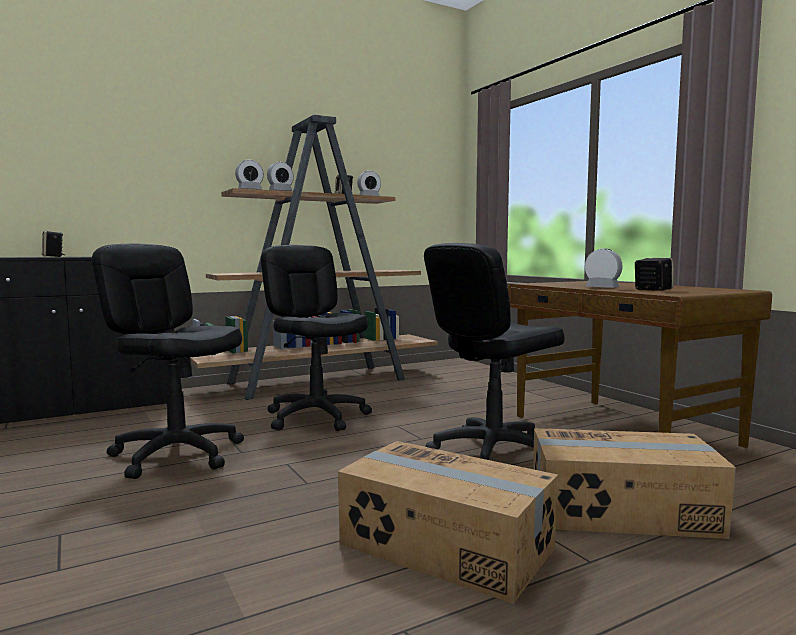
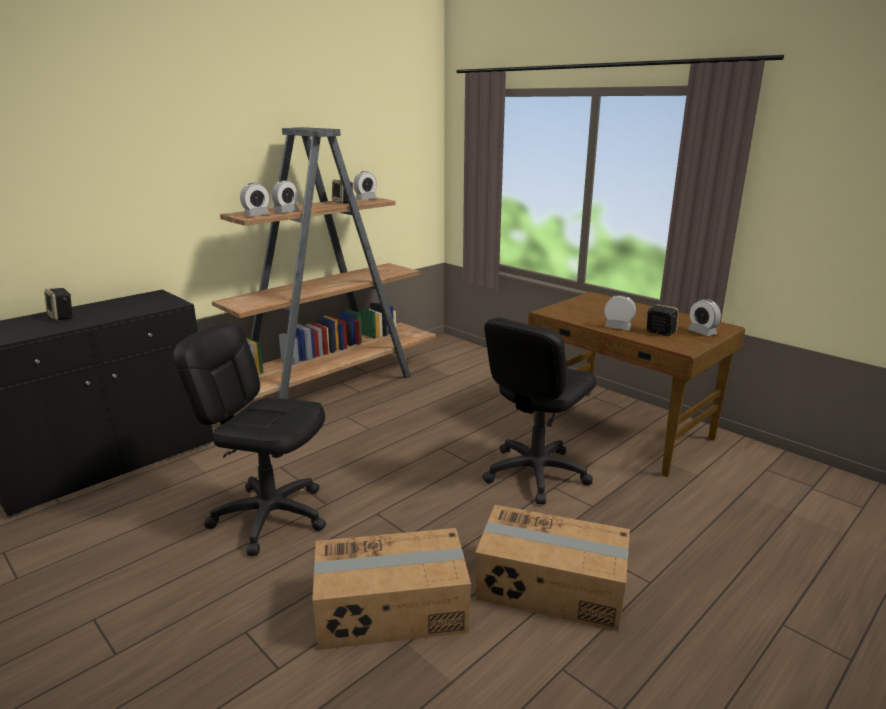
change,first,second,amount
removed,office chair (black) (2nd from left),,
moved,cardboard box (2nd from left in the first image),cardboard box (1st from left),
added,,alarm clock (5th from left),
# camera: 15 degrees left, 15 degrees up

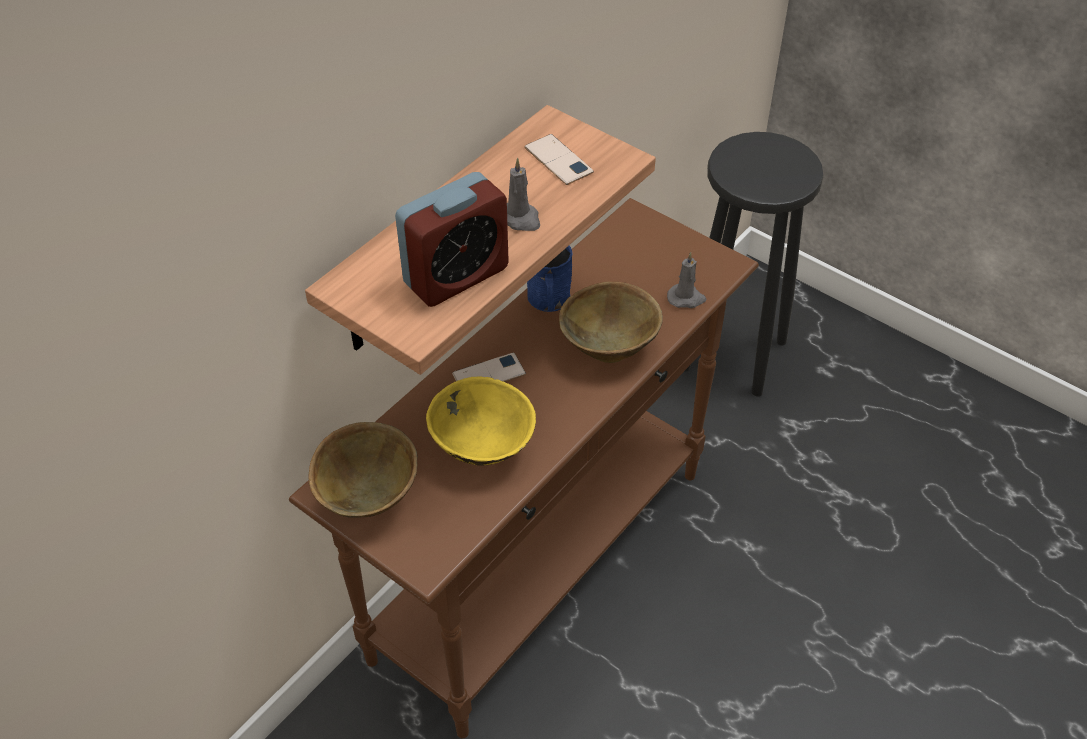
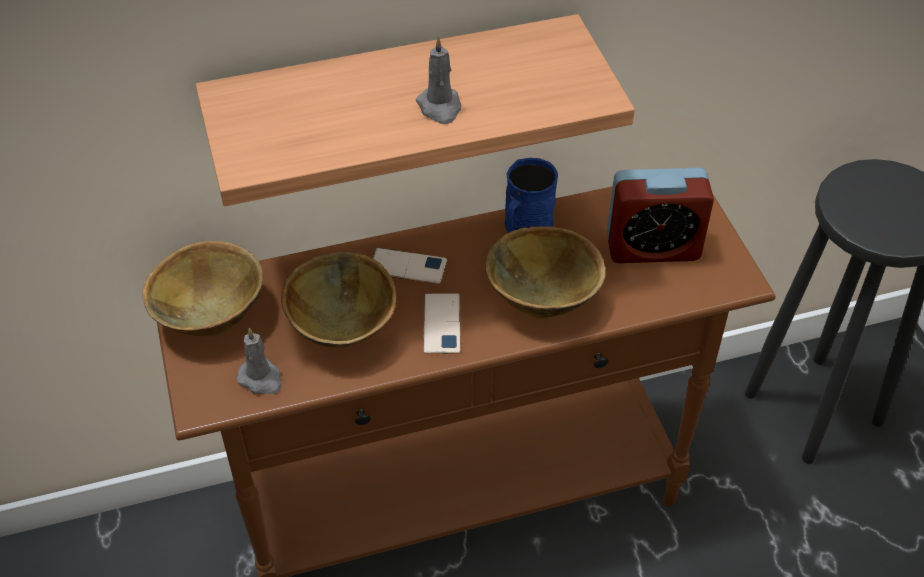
change,first,second,amount
moved,alarm clock,,
recoloured,bowl (yellow),bowl (brown) (2nd from left),
moved,phone (2nd from left),,
moved,candle (grey) (2nd from left in the first image),candle (grey) (1st from left),
# camera: 35 degrees right, 0 degrees up

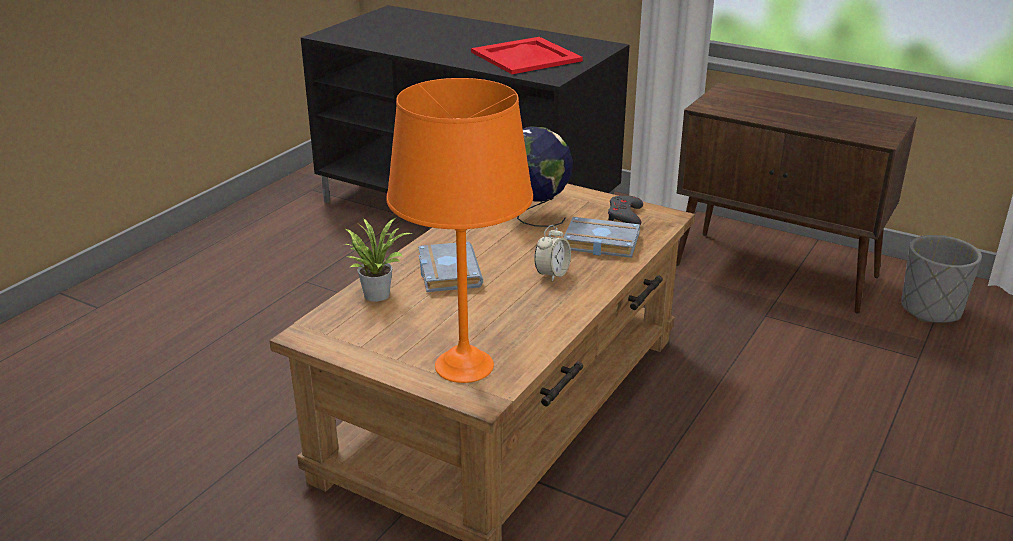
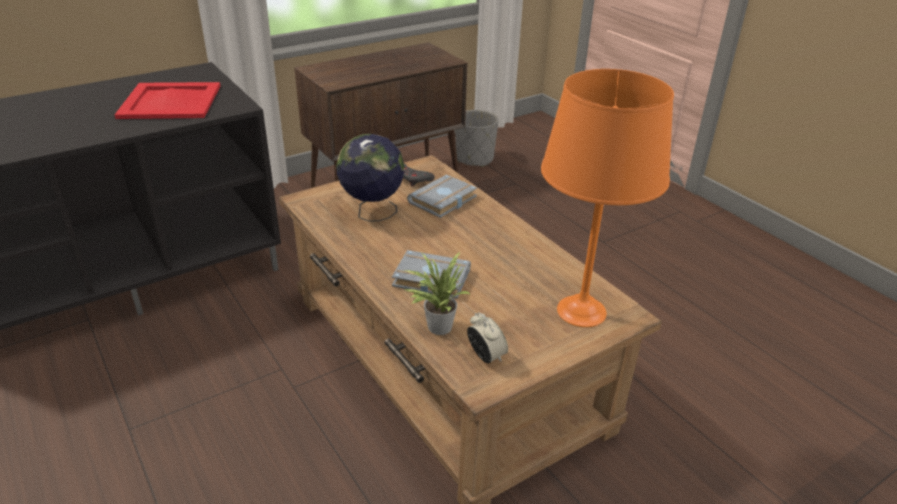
change,first,second,amount
moved,alarm clock,,
# camera: 65 degrees left, 5 degrees up

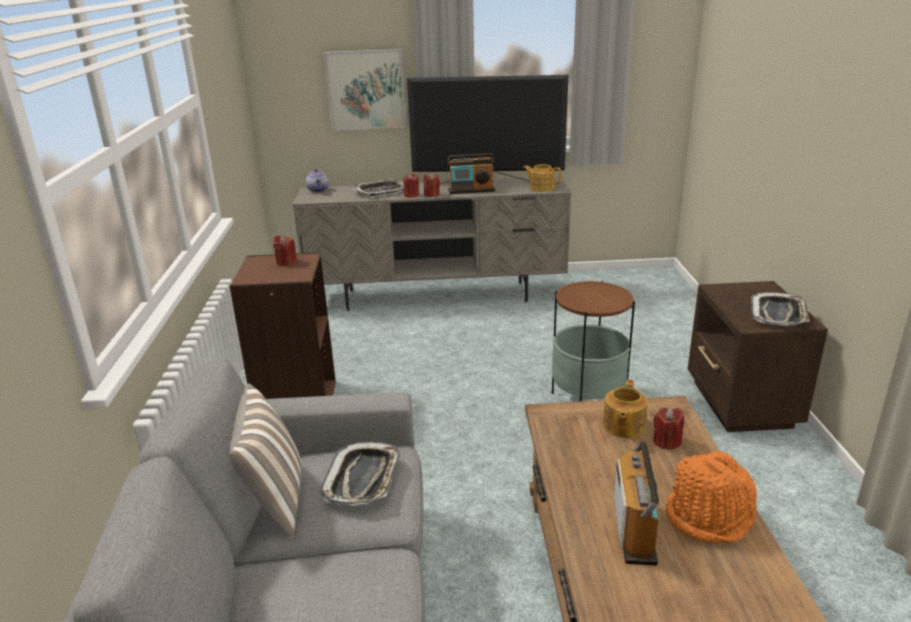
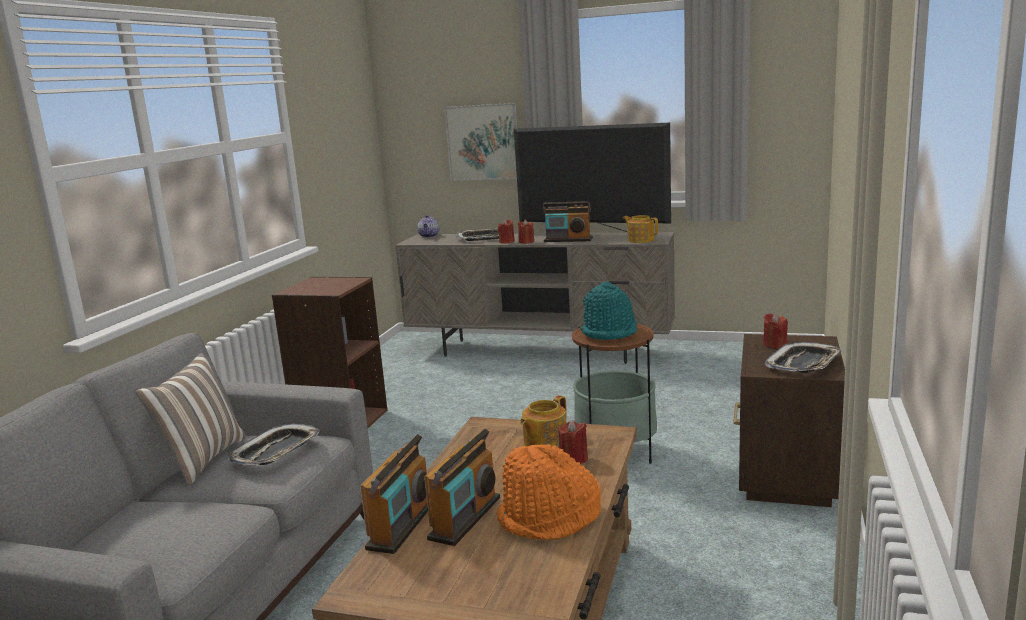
change,first,second,amount
moved,candle (red) (1st from left in the first image),candle (red) (4th from left),
added,,radio (1st from left),
added,,hat (turquoise),
# camera: 20 degrees right, 10 degrees down

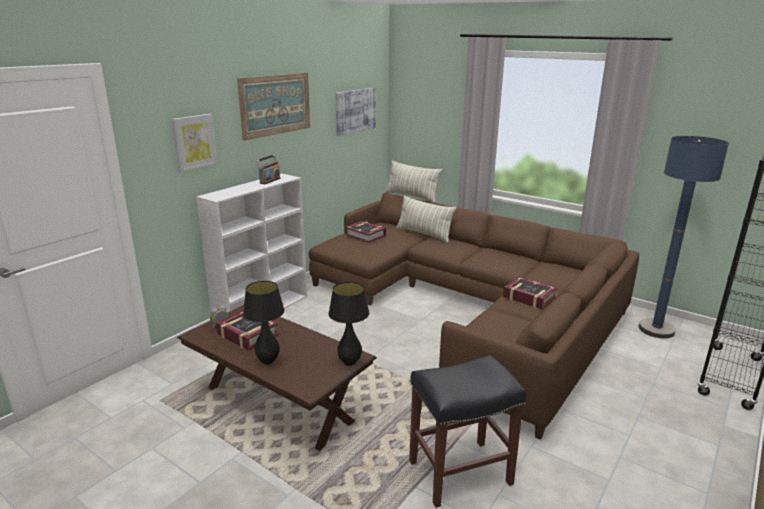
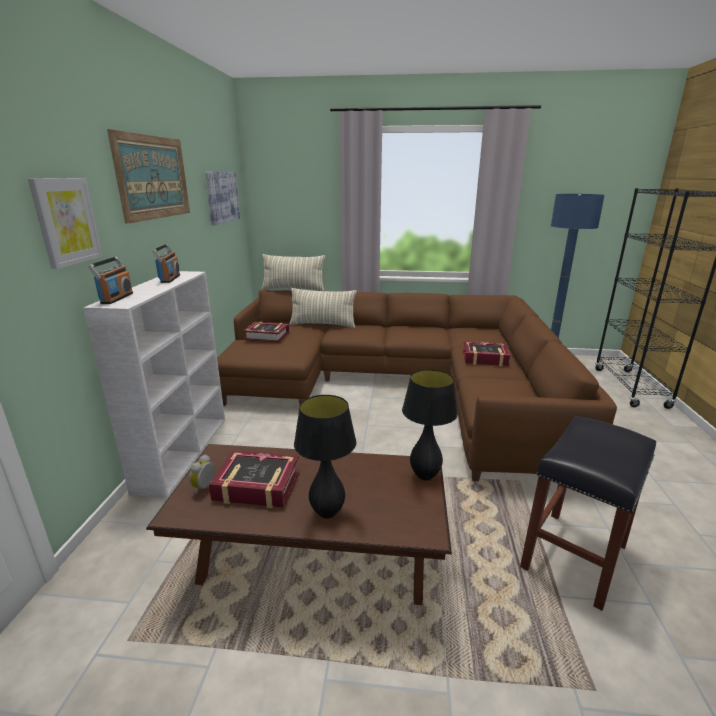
change,first,second,amount
added,,radio (1st from left),
# camera: 30 degrees left, 0 degrees up

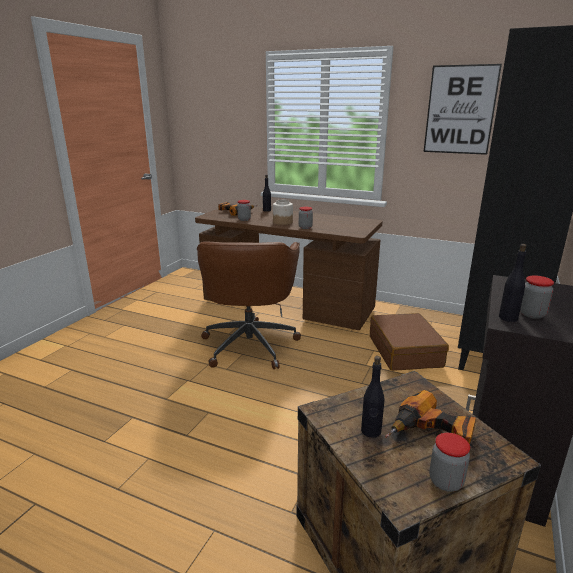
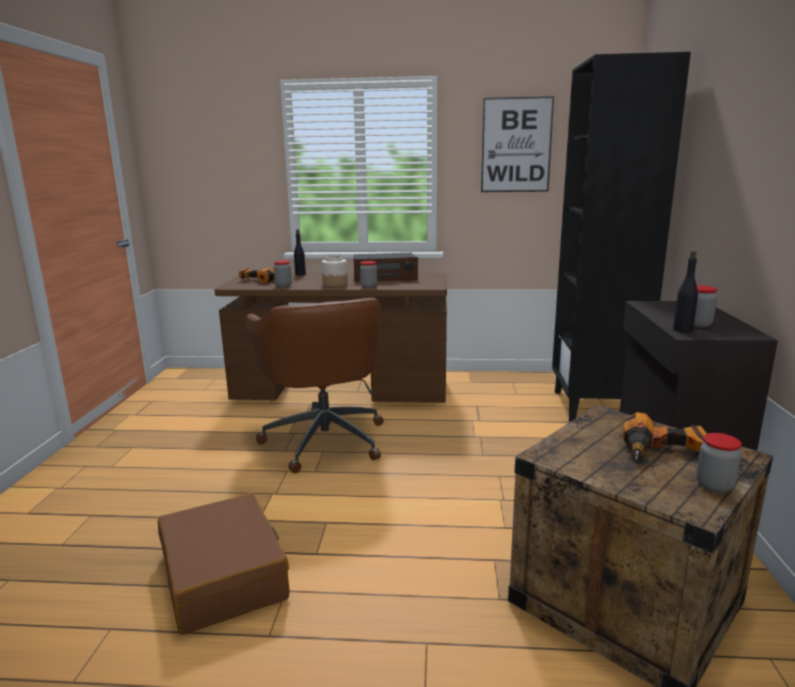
change,first,second,amount
removed,bottle (black) (2nd from left),,
moved,suitcase (brown),,
added,,radio,
# camera: 20 degrees left, 5 degrees down

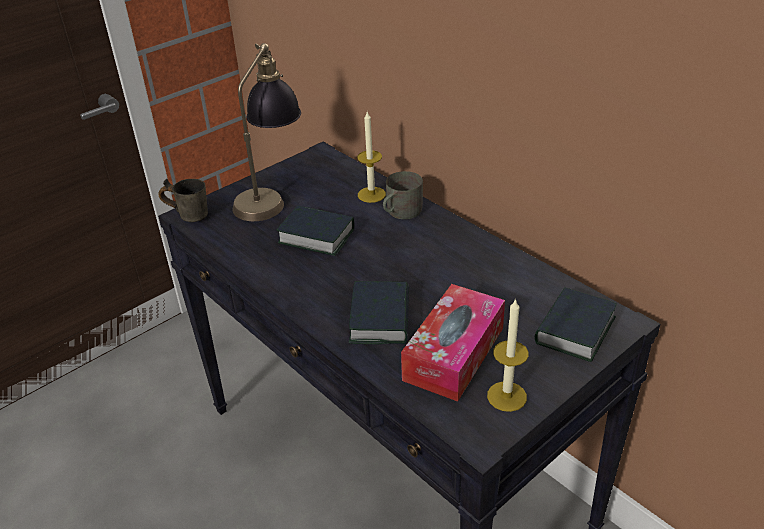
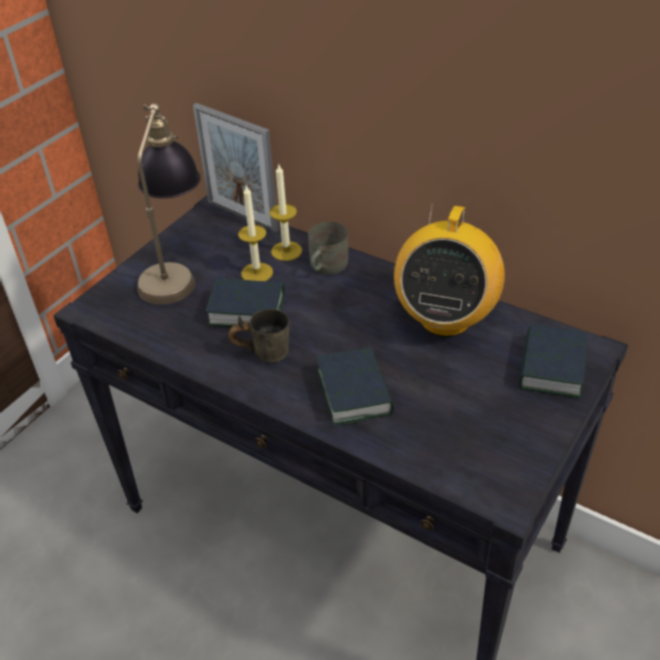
change,first,second,amount
moved,mug (grey) (1st from left),,
removed,tissue box,,
moved,candle (2nd from left in the first image),candle (1st from left),
added,,picture frame,
added,,radio,
# camera: 15 degrees left, 5 degrees up

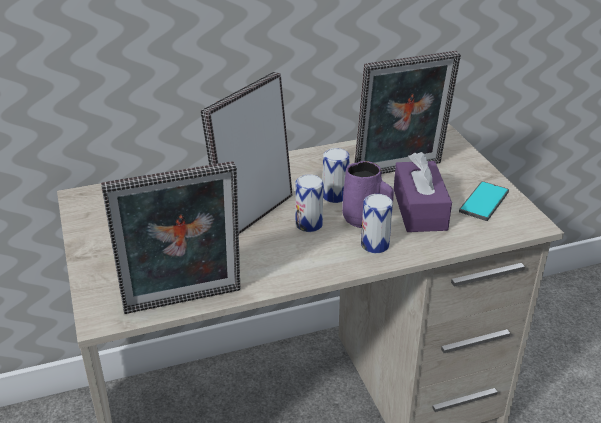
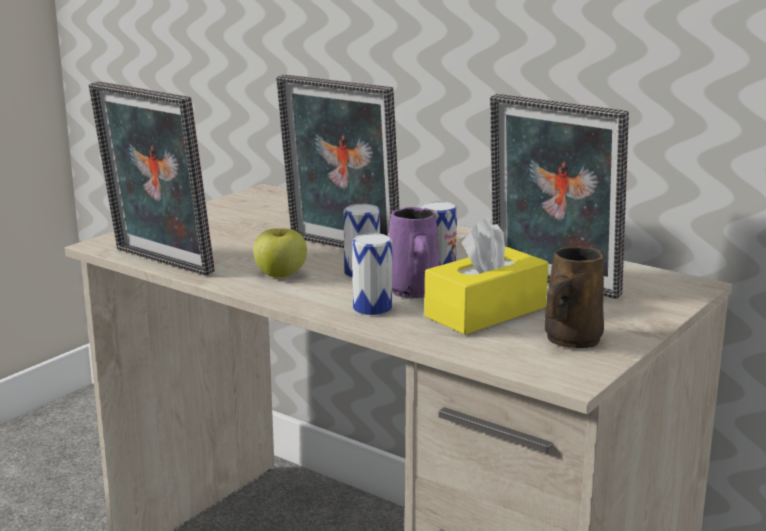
change,first,second,amount
turned,picture frame (2nd from left),,150 degrees counterclockwise
recoloured,tissue box (purple),tissue box (yellow),
replaced,phone,mug (brown),
added,,apple,
# camera: 55 degrees right, 15 degrees down

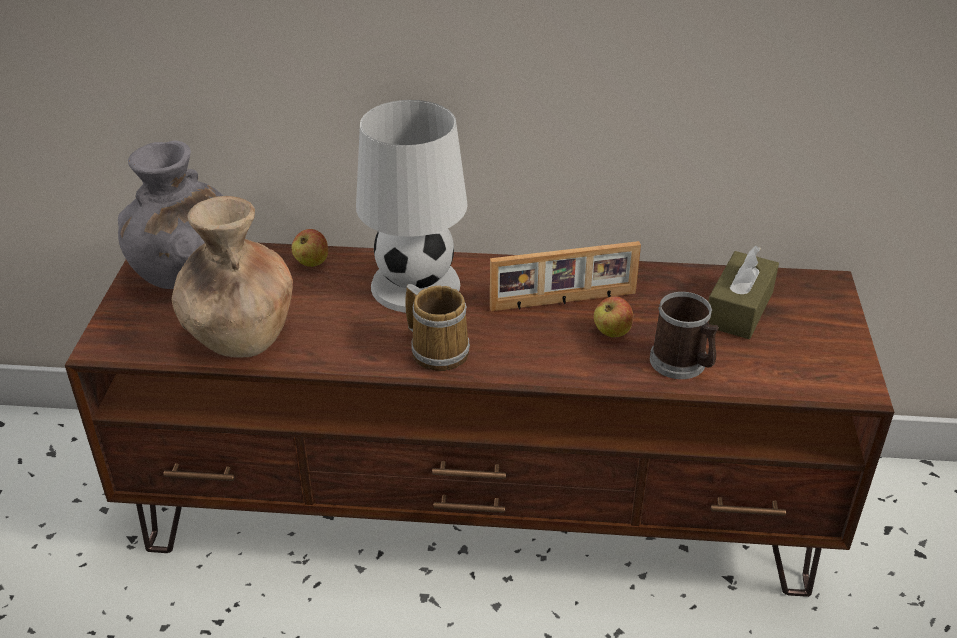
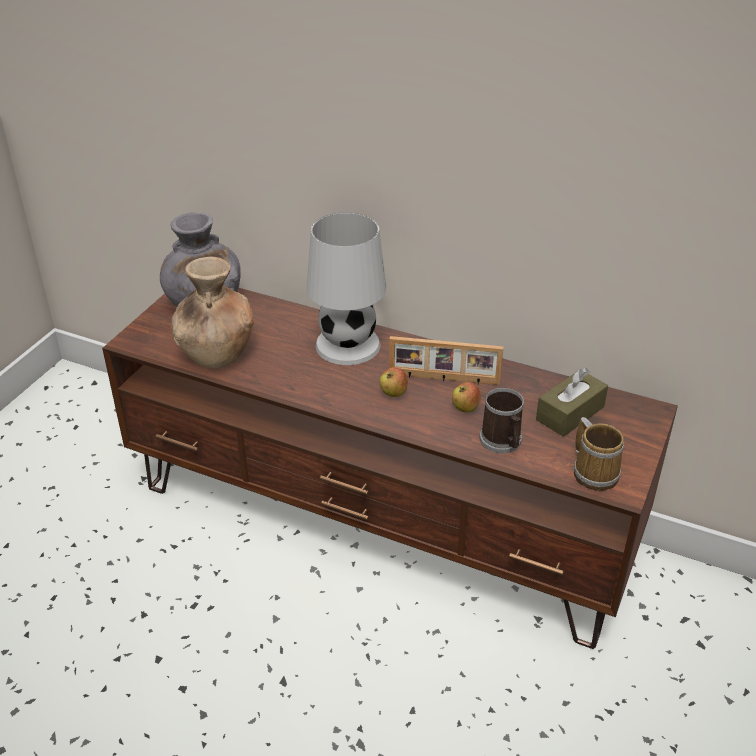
change,first,second,amount
moved,apple (1st from left),,
moved,mug (1st from left in the first image),mug (2nd from left),
# camera: 20 degrees right, 0 degrees up

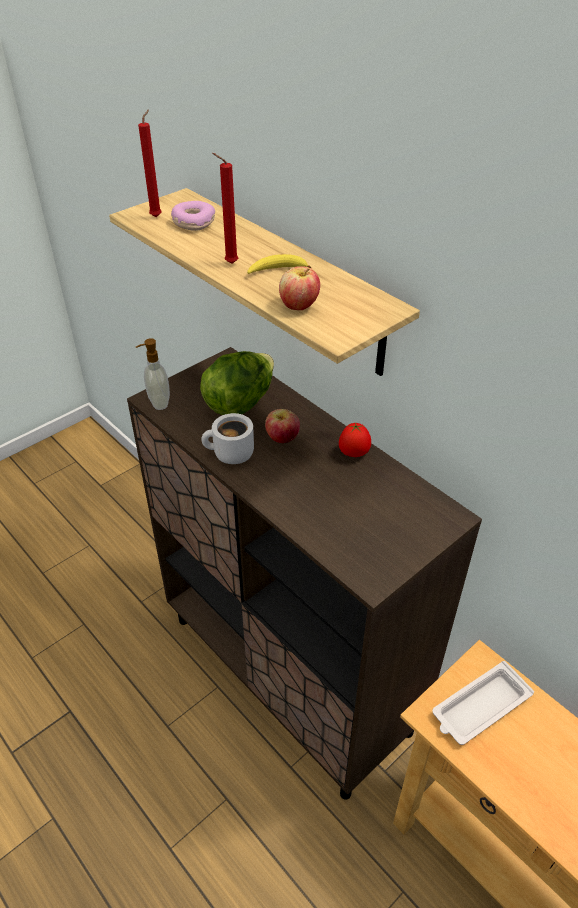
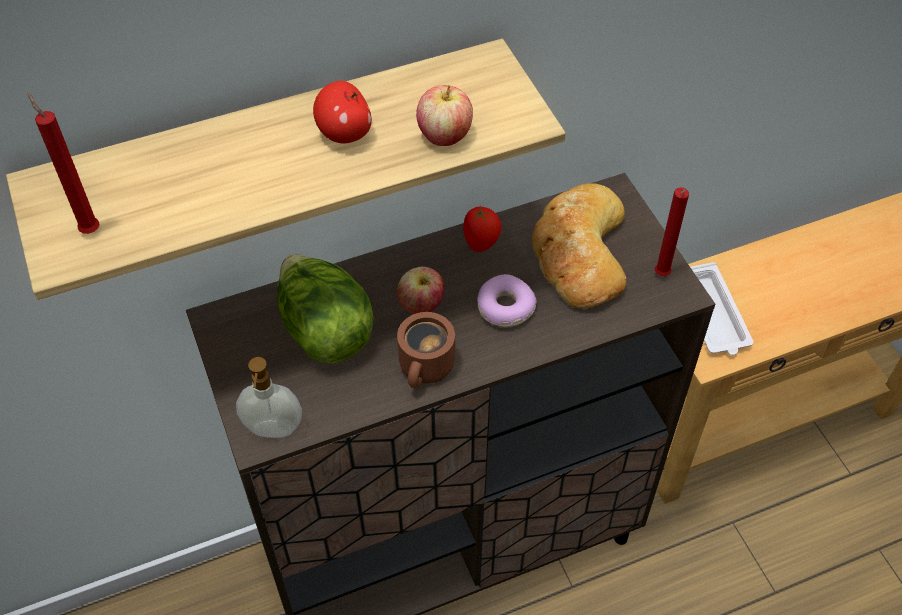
change,first,second,amount
moved,donut,,
recoloured,mug (white),mug (brown),
moved,candle (red) (2nd from left),,
replaced,banana,apple (1st from left),
added,,bread,
# camera: 70 degrees left, 10 degrees up

